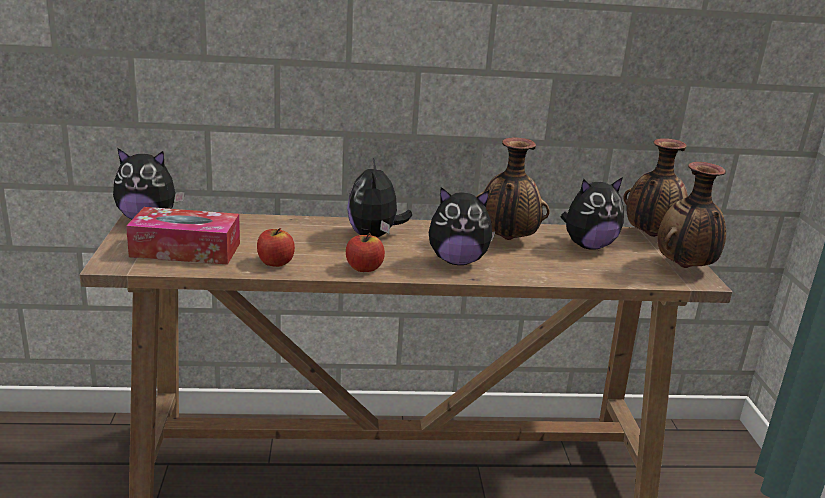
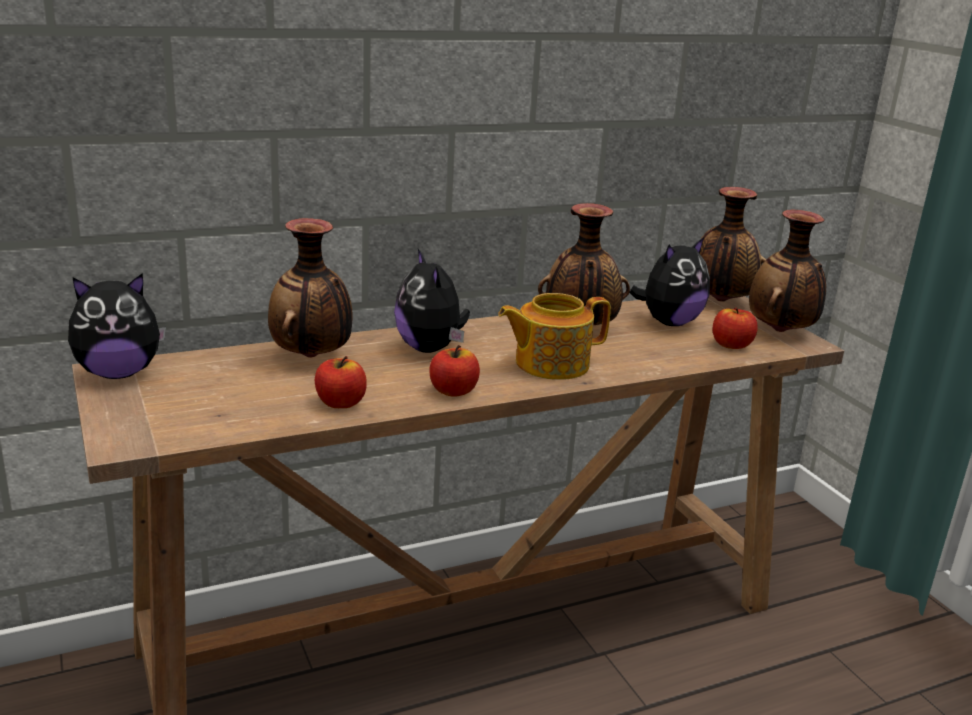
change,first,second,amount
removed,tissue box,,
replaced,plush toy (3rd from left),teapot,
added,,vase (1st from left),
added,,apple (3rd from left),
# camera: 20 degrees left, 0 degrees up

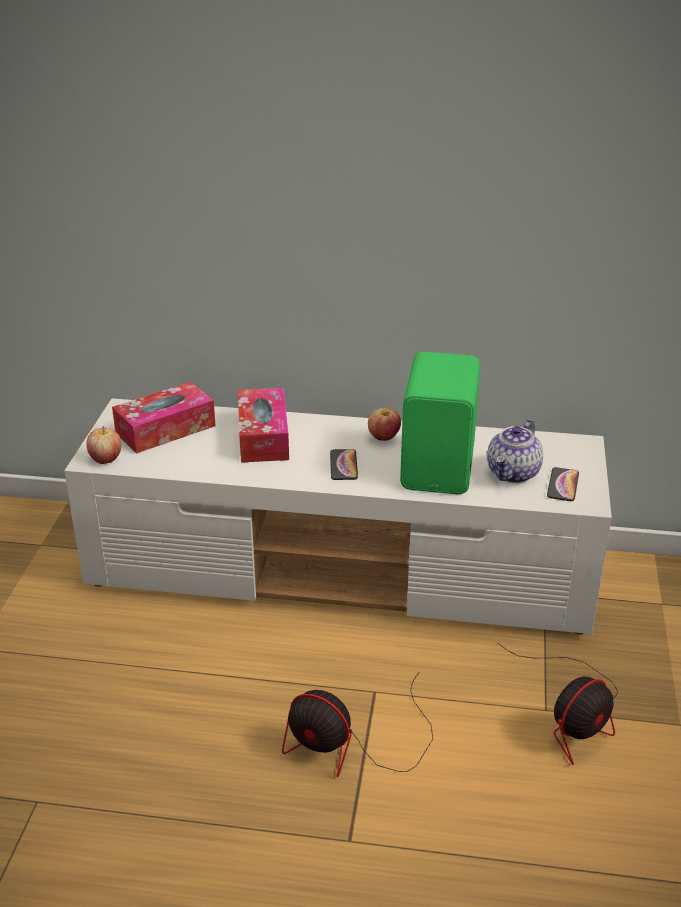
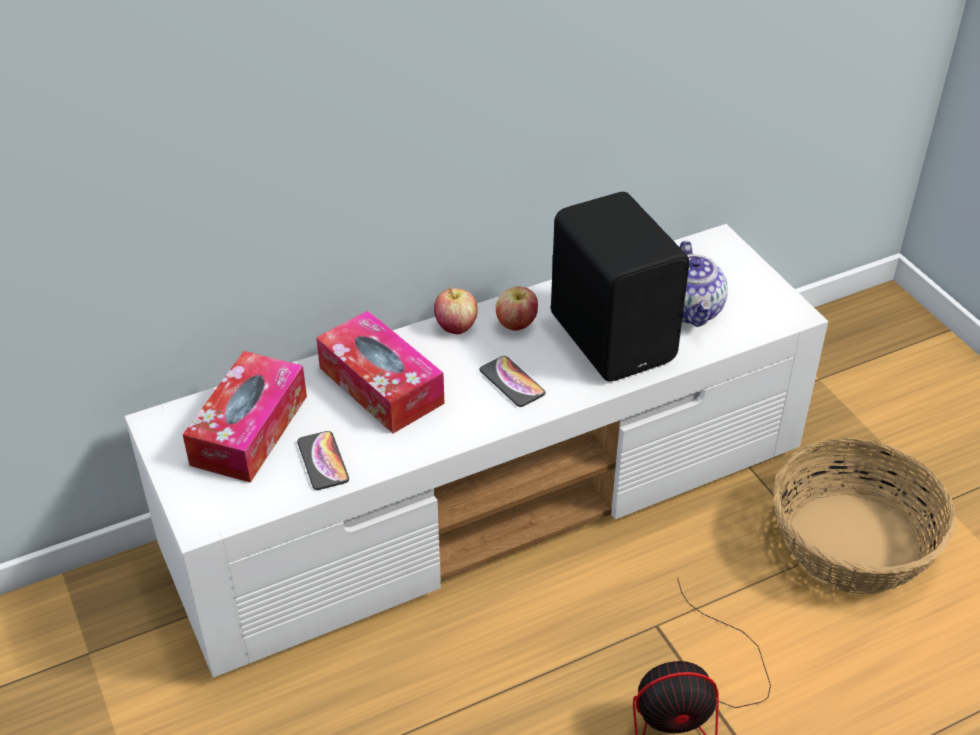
change,first,second,amount
moved,apple (1st from left),,
recoloured,speaker (green),speaker (black),
replaced,fan (2nd from left),basket,
moved,phone (2nd from left in the first image),phone (1st from left),
# camera: 35 degrees left, 10 degrees up

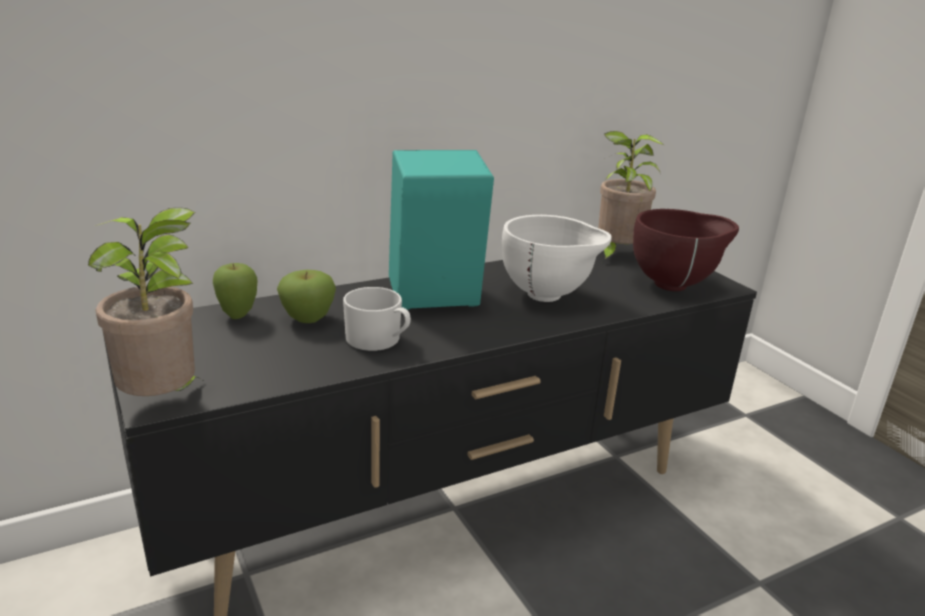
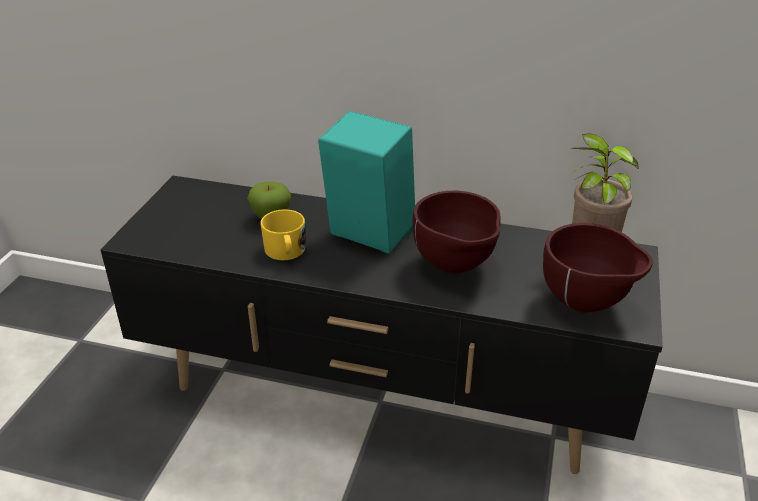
change,first,second,amount
removed,potted plant (1st from left),,
removed,apple (1st from left),,
recoloured,mug (white),mug (yellow),
recoloured,bowl (white),bowl (brown) (1st from left),
# camera: 45 degrees right, 10 degrees up

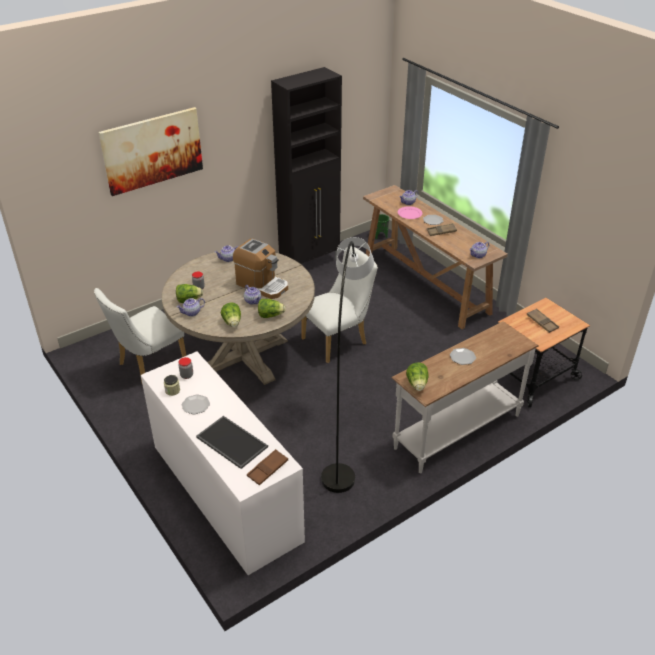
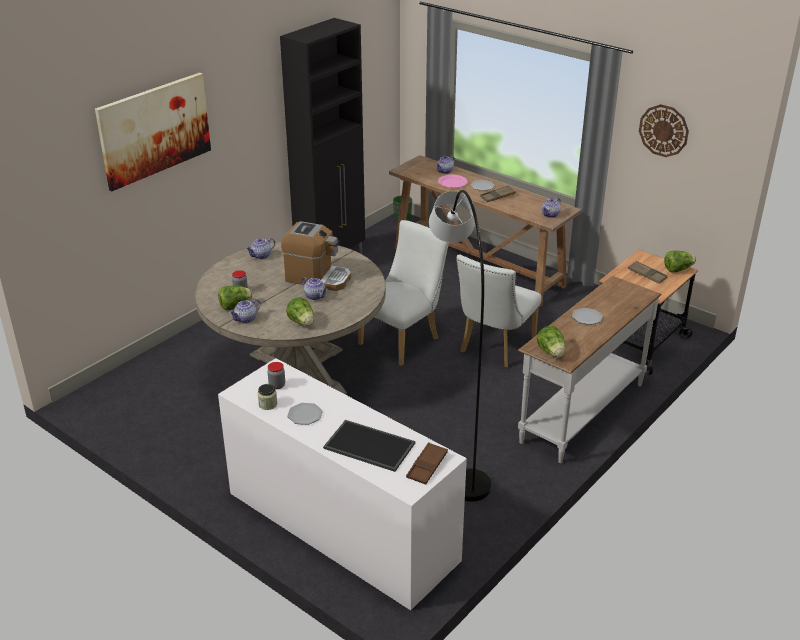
change,first,second,amount
moved,chair (white) (1st from left in the first image),chair (white) (2nd from left),
moved,lettuce (3rd from left in the first image),lettuce (4th from left),
added,,wall clock,
# camera: 15 degrees left, 5 degrees down

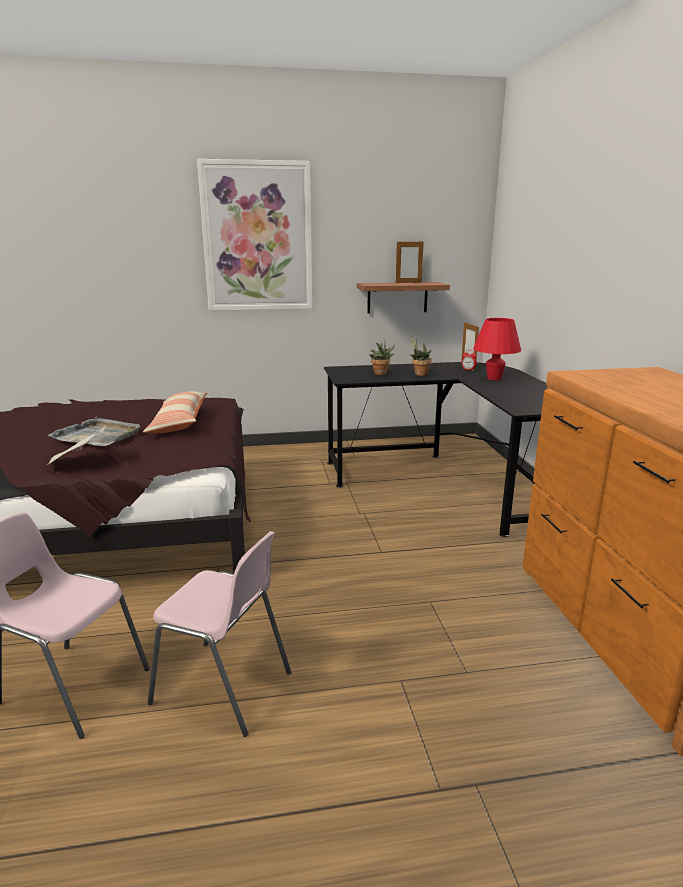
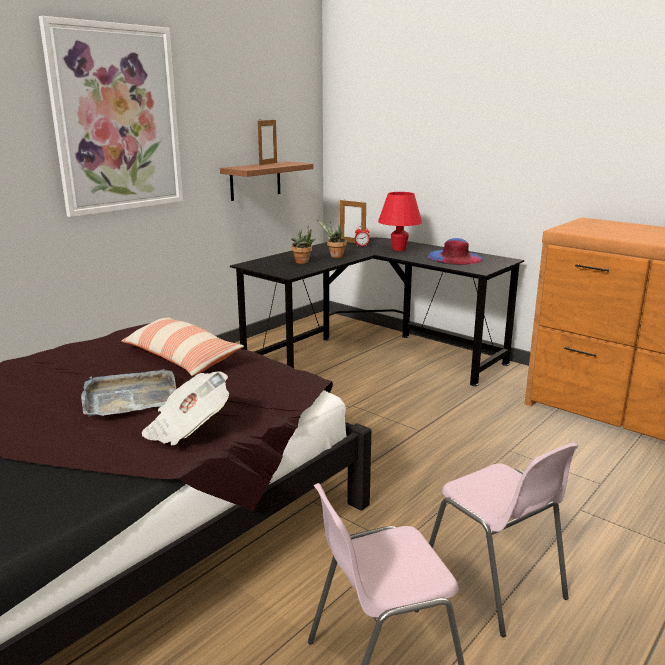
change,first,second,amount
turned,chair (pink) (2nd from left),,75 degrees clockwise
added,,hat (blue),
# camera: 40 degrees left, 0 degrees up

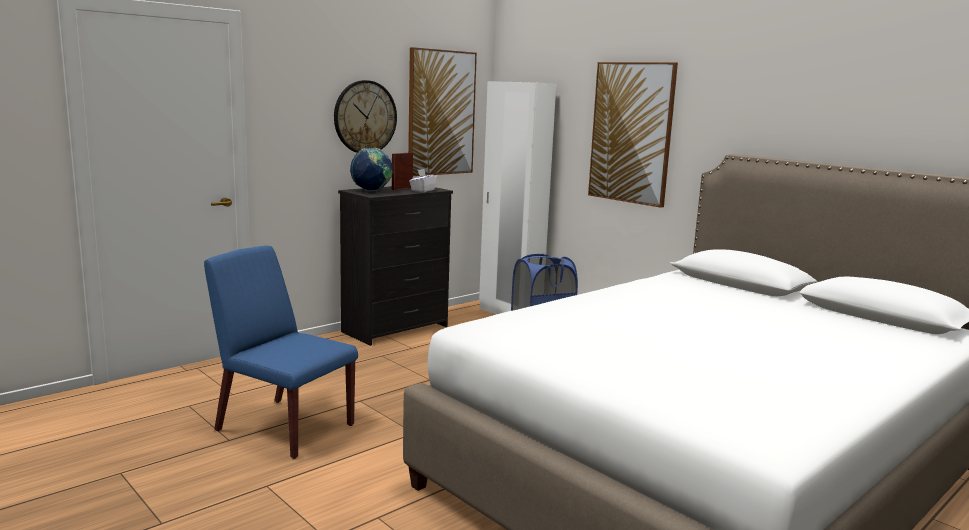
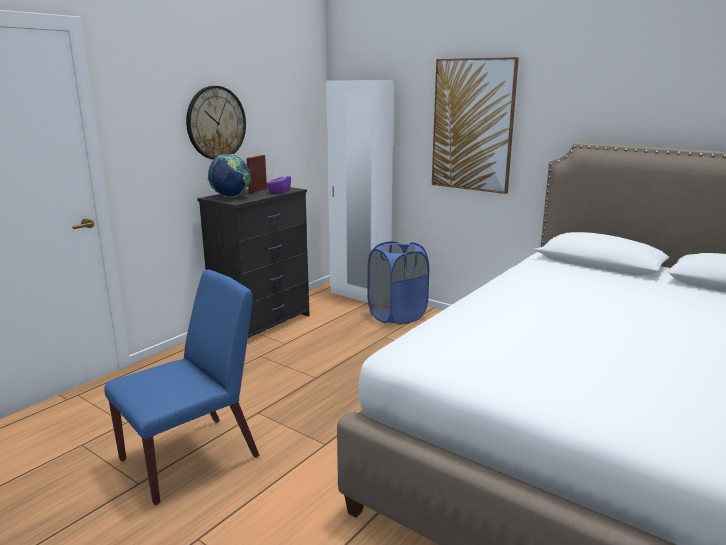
change,first,second,amount
turned,chair (blue),,120 degrees clockwise
removed,picture (1st from left),,
recoloured,tissue box (white),tissue box (purple),
# camera: 10 degrees left, 5 degrees up

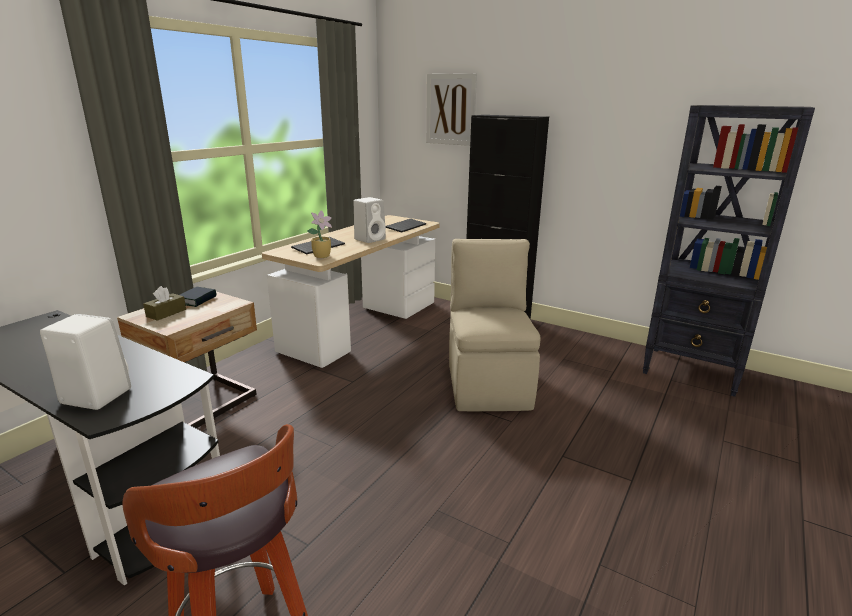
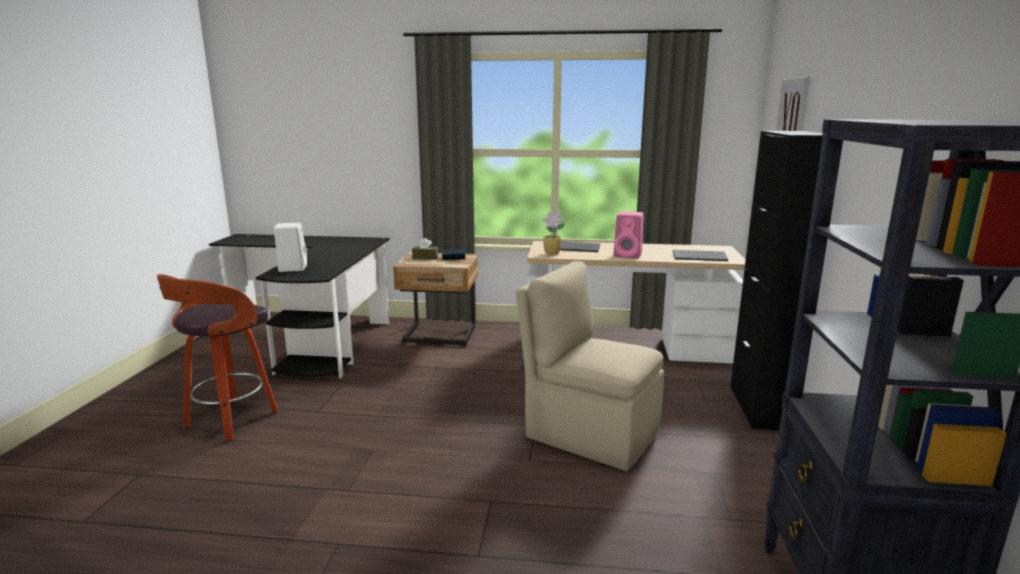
change,first,second,amount
recoloured,speaker (white) (2nd from left),speaker (pink),
turned,chair (beige),,120 degrees counterclockwise
# camera: 65 degrees right, 5 degrees down

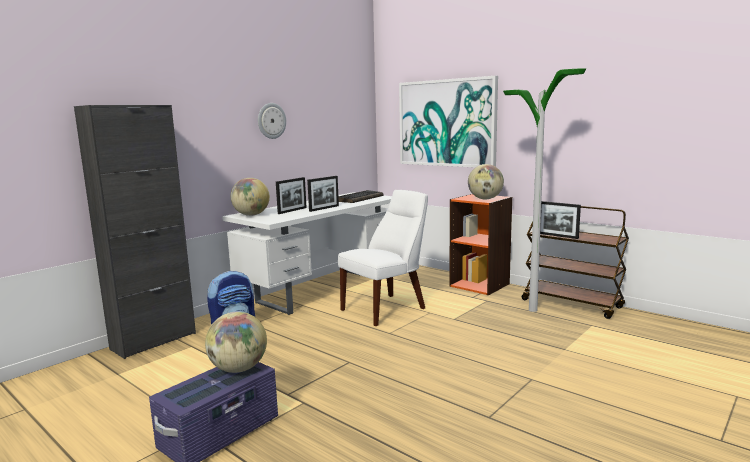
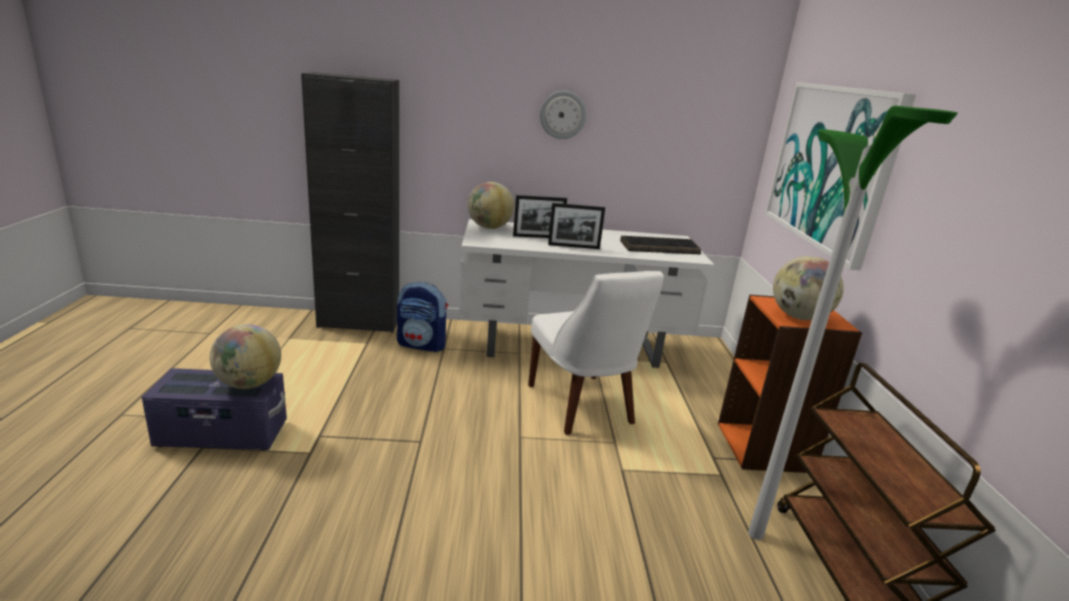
change,first,second,amount
turned,chair (white),,60 degrees clockwise
removed,picture frame (3rd from left),,
# camera: 45 degrees right, 10 degrees up

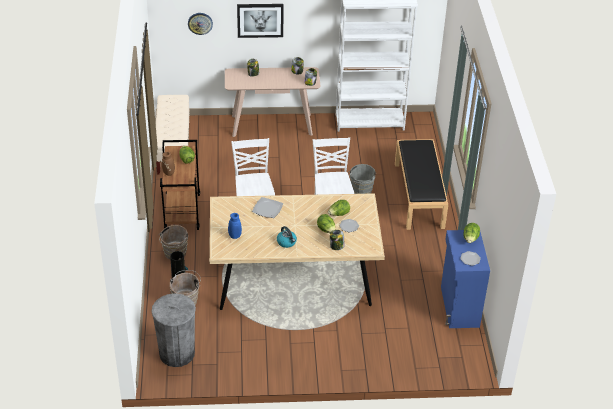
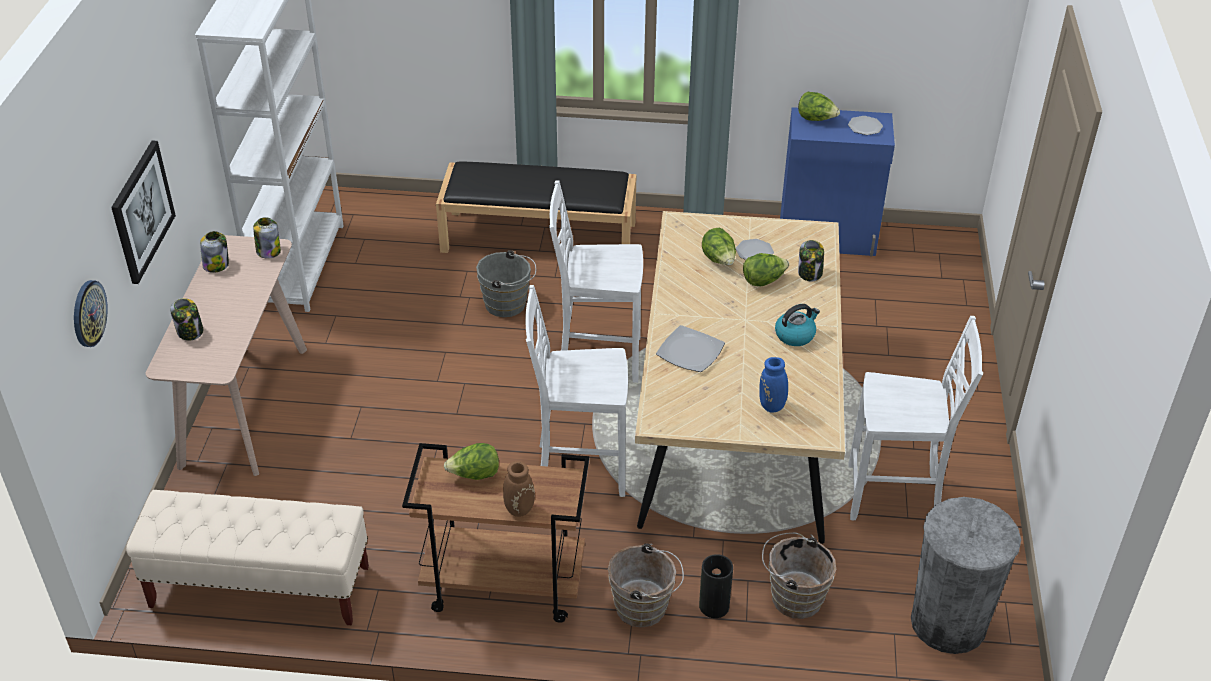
change,first,second,amount
added,,chair (white) (3rd from left),
# camera: 80 degrees left, 0 degrees up

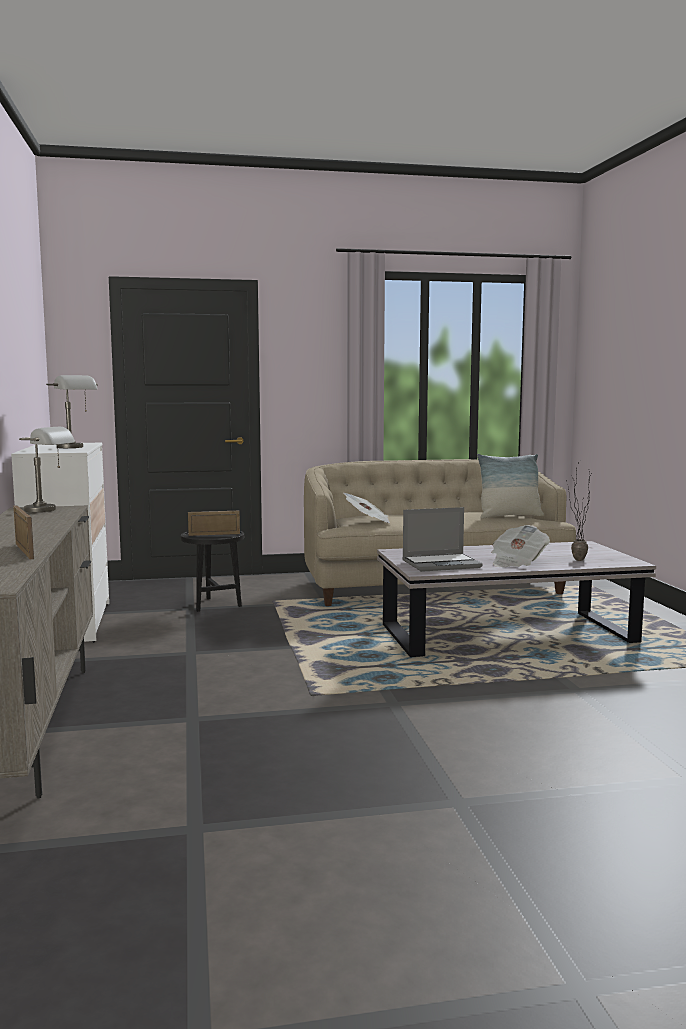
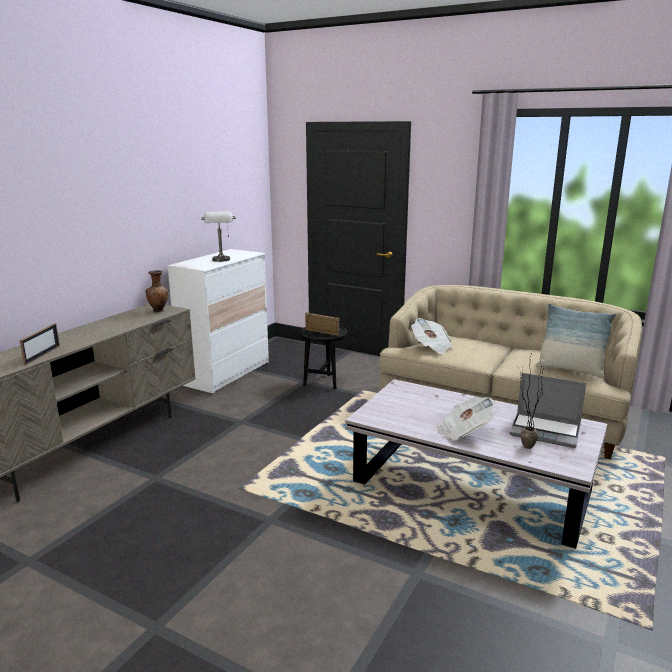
change,first,second,amount
replaced,table lamp (grey) (1st from left),vase (brown),
moved,laptop,,
# camera: 40 degrees right, 10 degrees up

